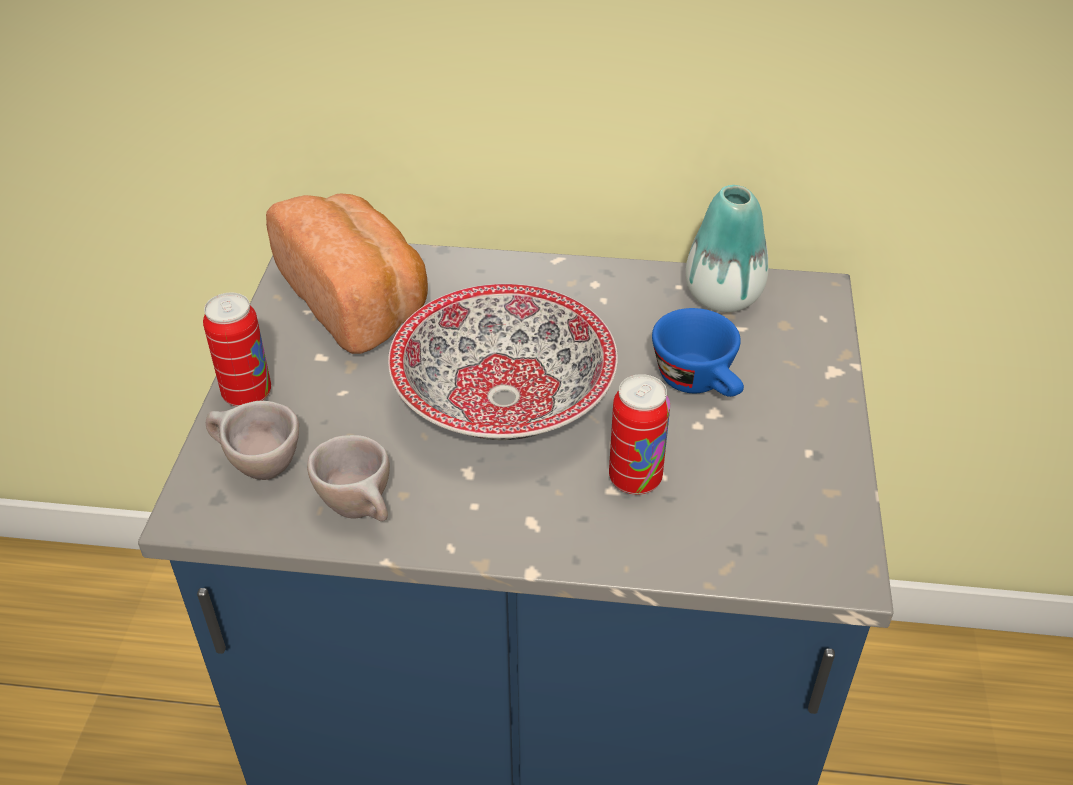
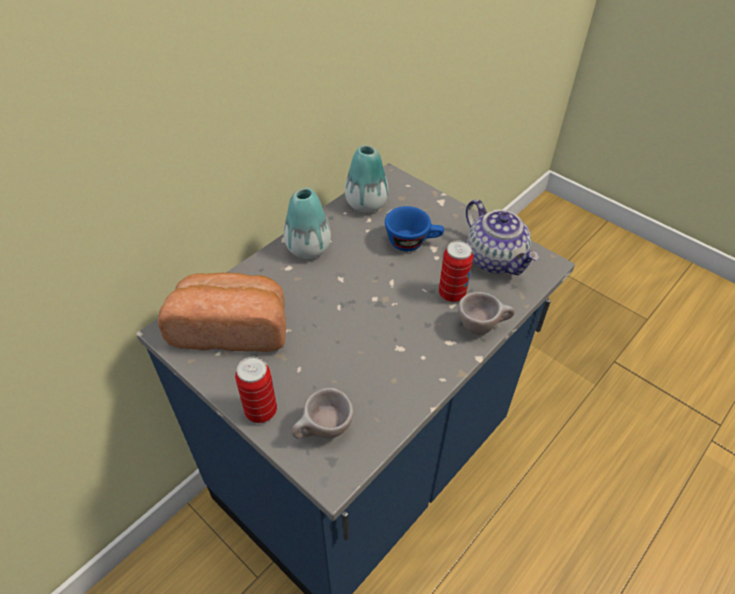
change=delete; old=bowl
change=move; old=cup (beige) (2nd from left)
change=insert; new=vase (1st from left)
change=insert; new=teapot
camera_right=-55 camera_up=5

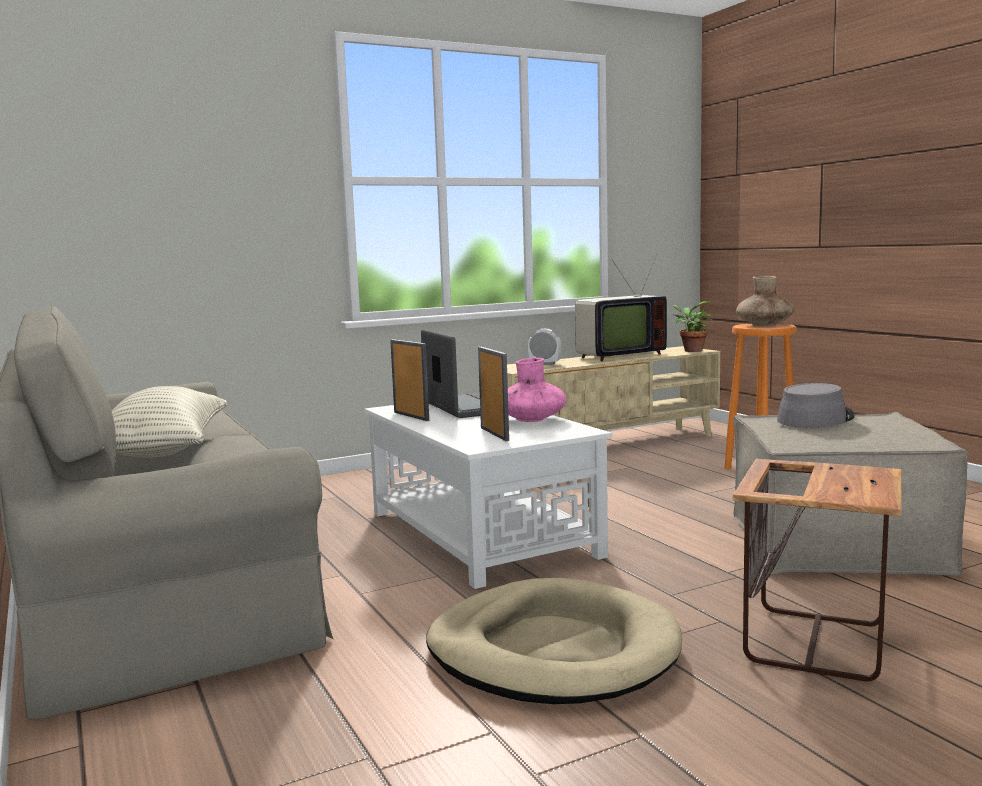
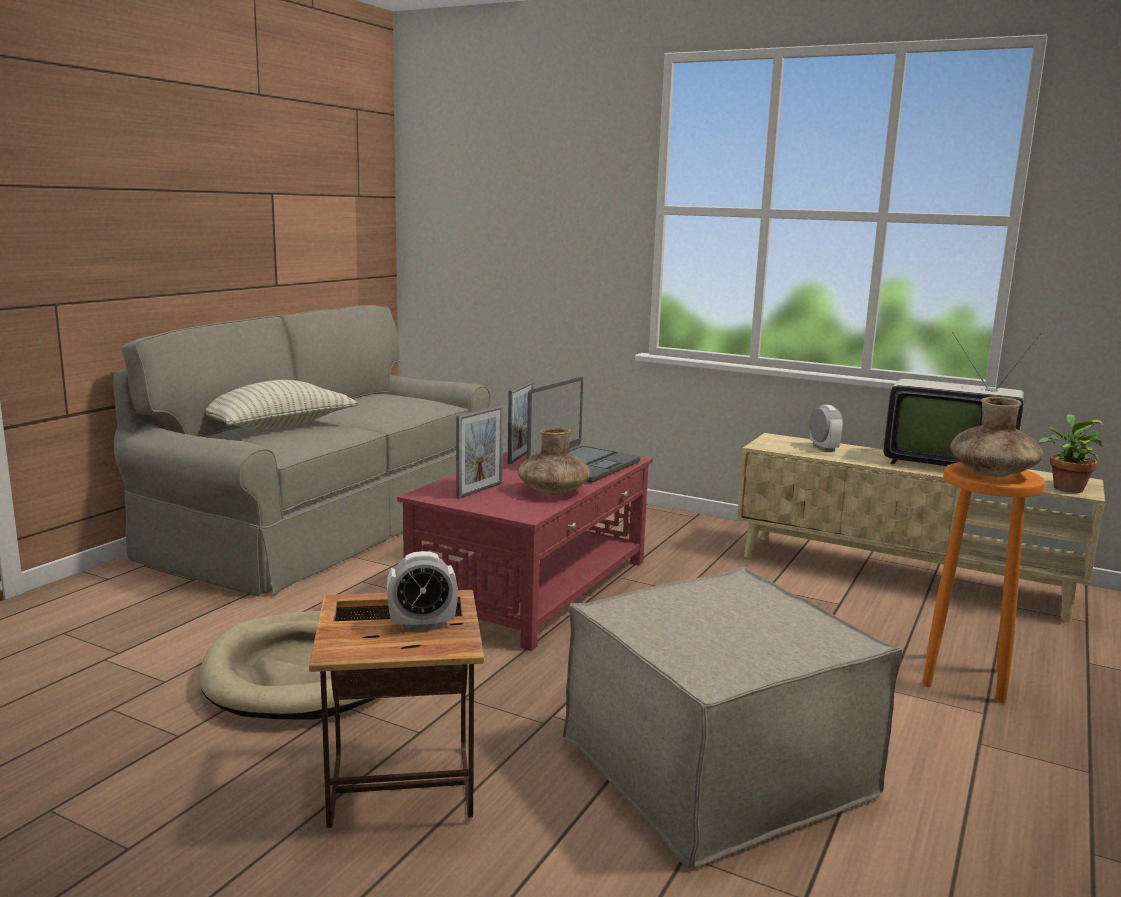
change=recolor; old=vase (pink); new=vase (brown) (1st from left)
change=delete; old=hat (grey)
change=recolor; old=coffee table (white); new=coffee table (red)
change=insert; new=alarm clock (1st from left)
camera_right=55 camera_up=5

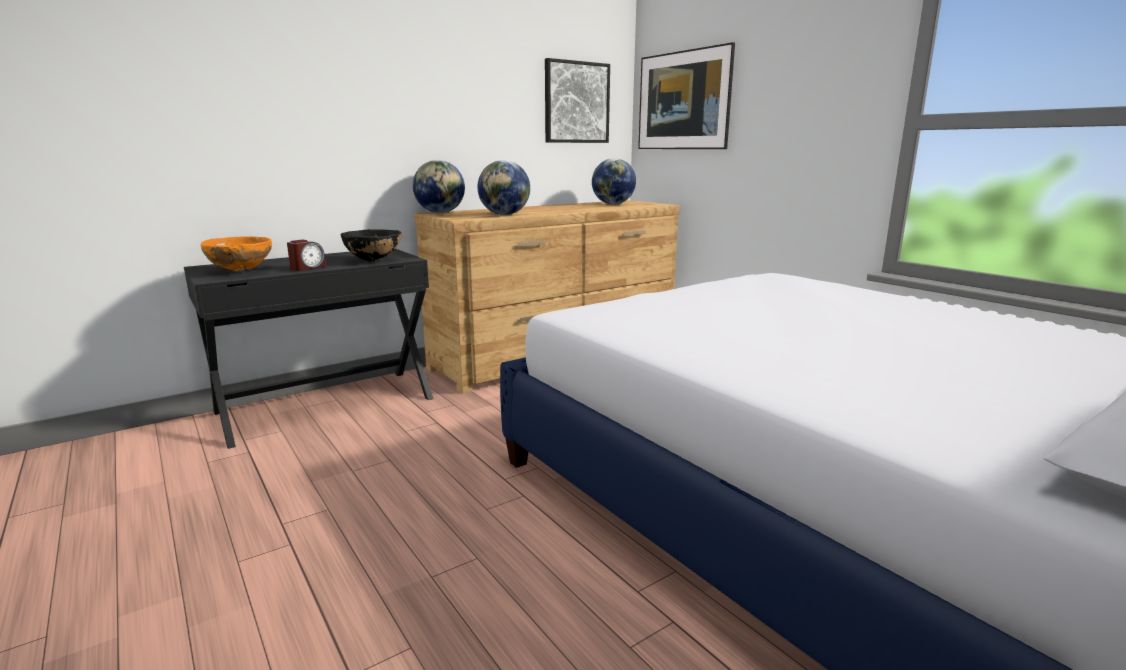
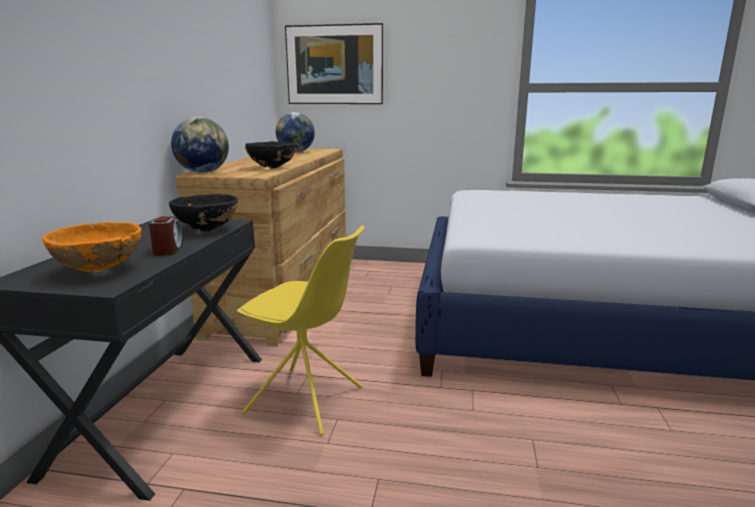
change=delete; old=picture (1st from left)
change=replace; old=globe (2nd from left); new=bowl (black) (2nd from left)
change=insert; new=chair (yellow)
camera_right=-45 camera_up=0

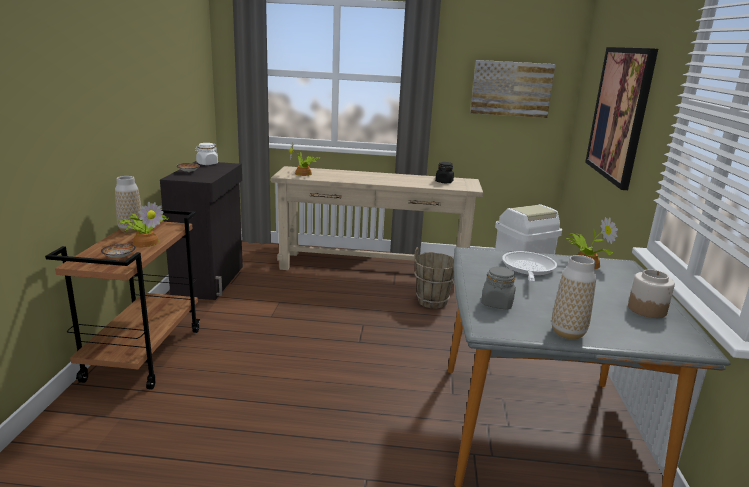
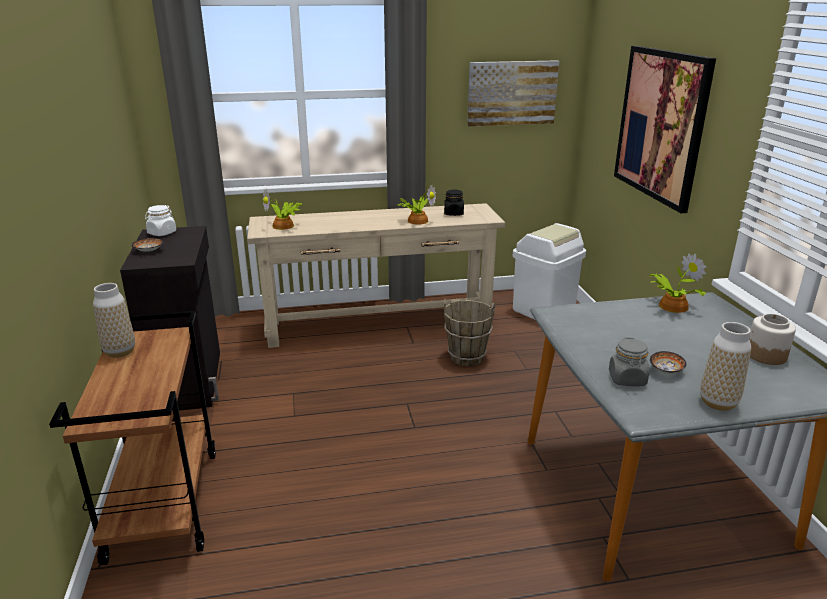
change=move; old=potted plant (1st from left in the first image); new=potted plant (2nd from left)
change=move; old=bowl (1st from left in the first image); new=bowl (2nd from left)
change=delete; old=frying pan
camera_right=-15 camera_up=5

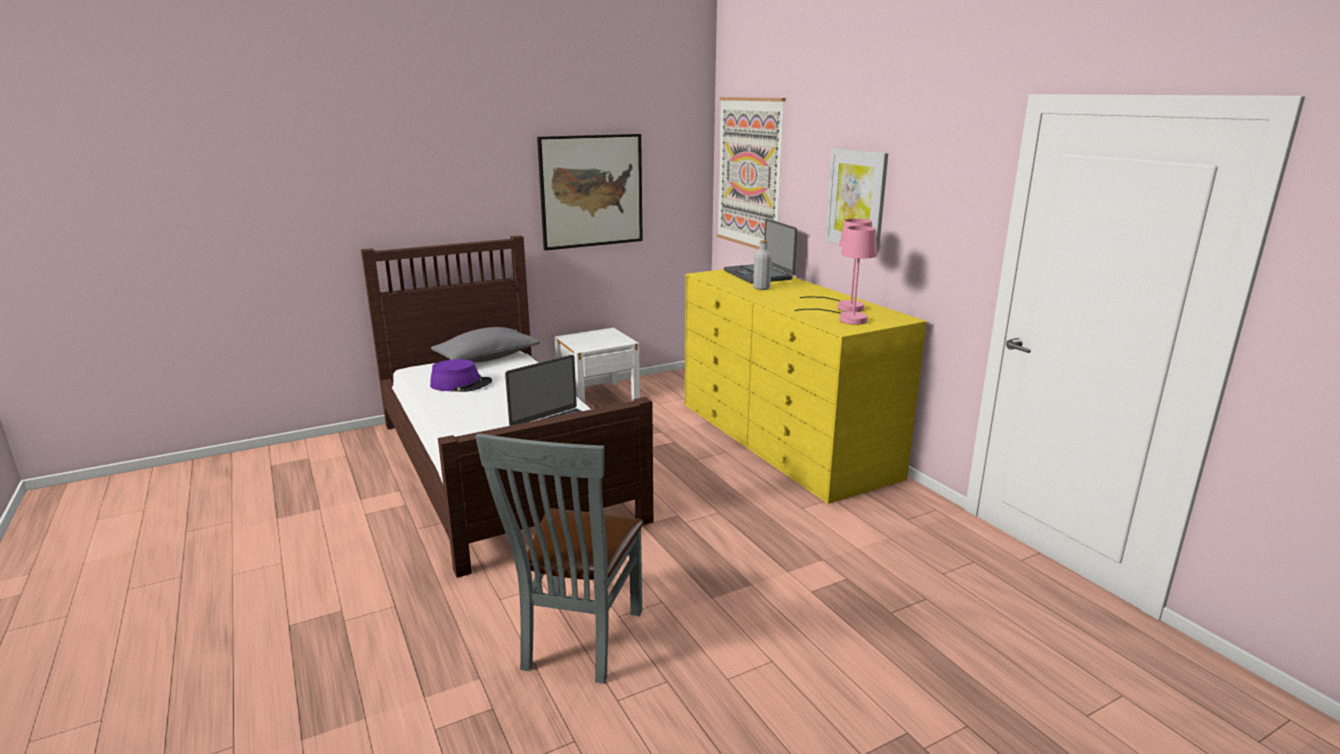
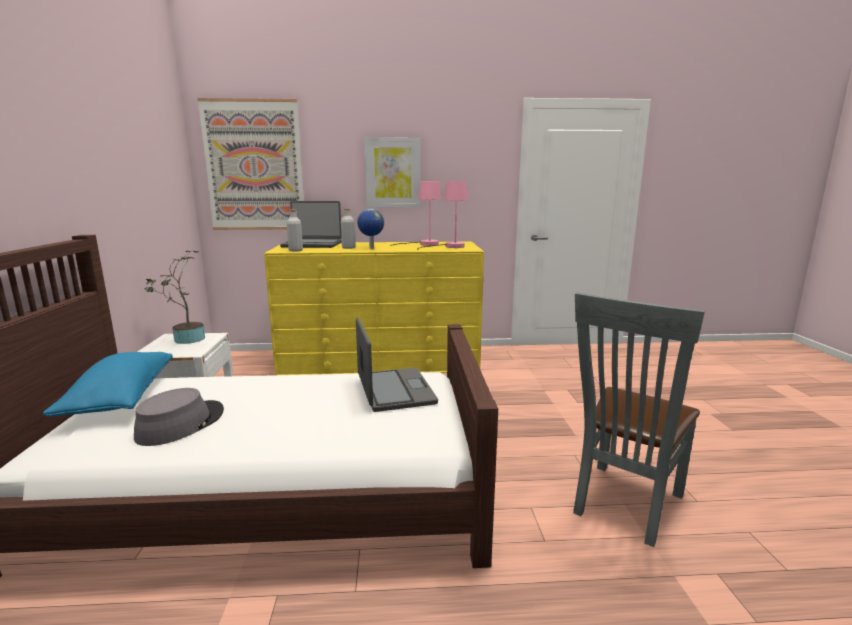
change=delete; old=picture (1st from left)
change=recolor; old=pillow (grey); new=pillow (blue)
change=recolor; old=hat (purple); new=hat (grey)
change=rotate; old=chair (grey); degrees=90
change=insert; new=globe
change=insert; new=bottle (grey) (1st from left)
change=insert; new=potted plant
camera_right=-65 camera_up=-5

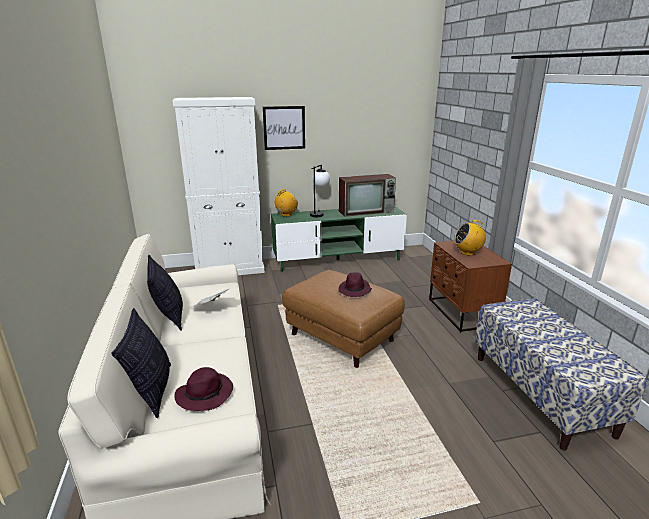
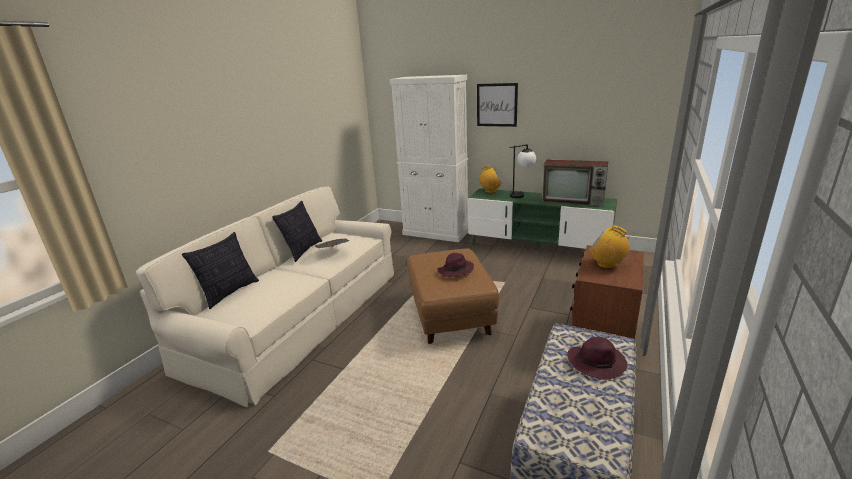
change=move; old=hat (purple) (1st from left in the first image); new=hat (purple) (2nd from left)
camera_right=40 camera_up=0

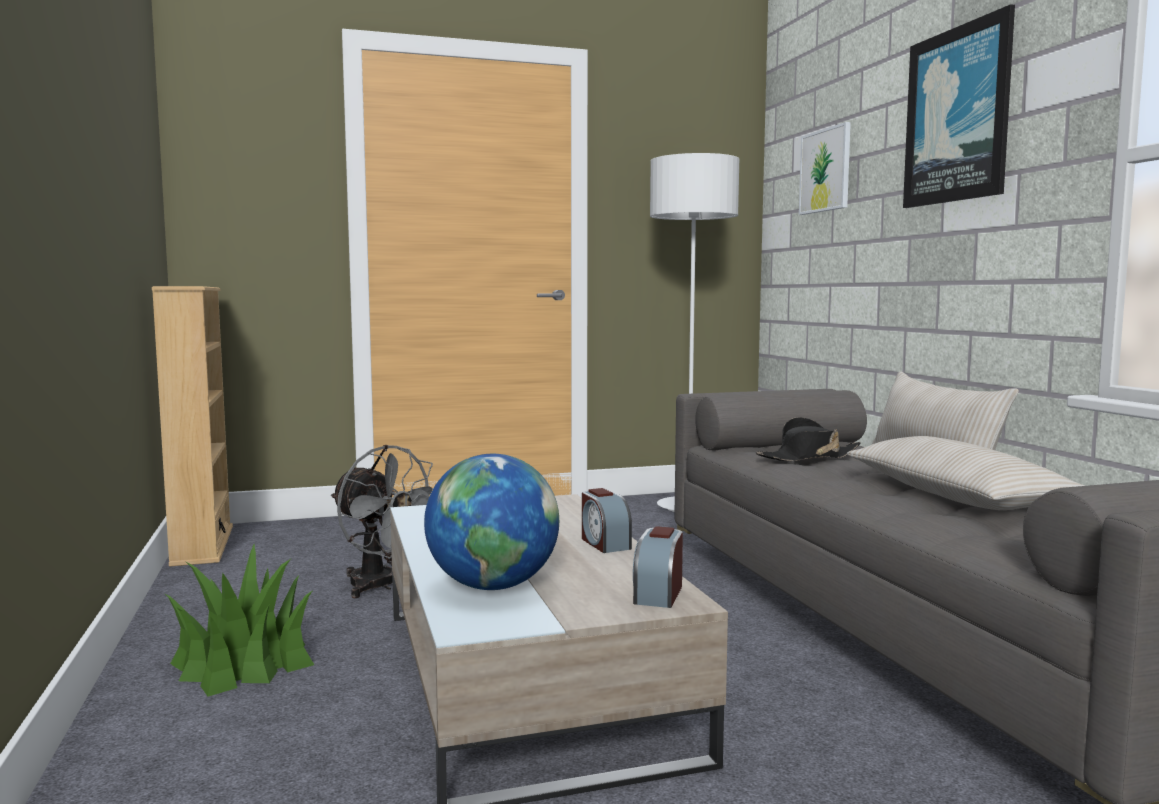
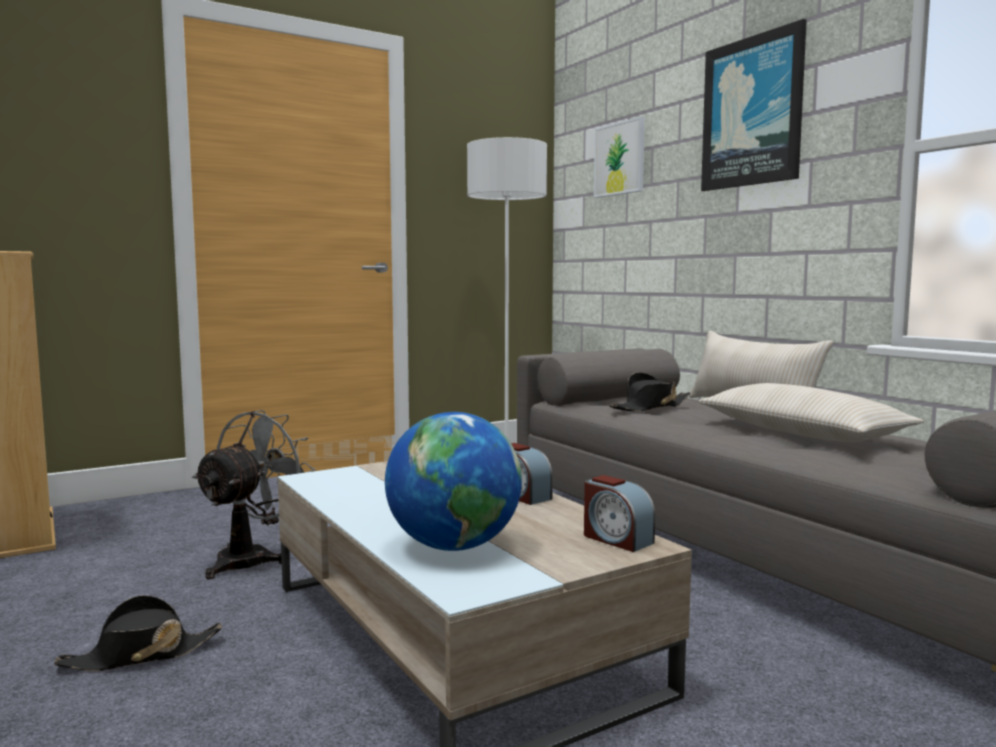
change=rotate; old=fan (grey); degrees=-90
change=rotate; old=alarm clock (2nd from left); degrees=-45
change=replace; old=potted plant; new=hat (black) (1st from left)
camera_right=-15 camera_up=0

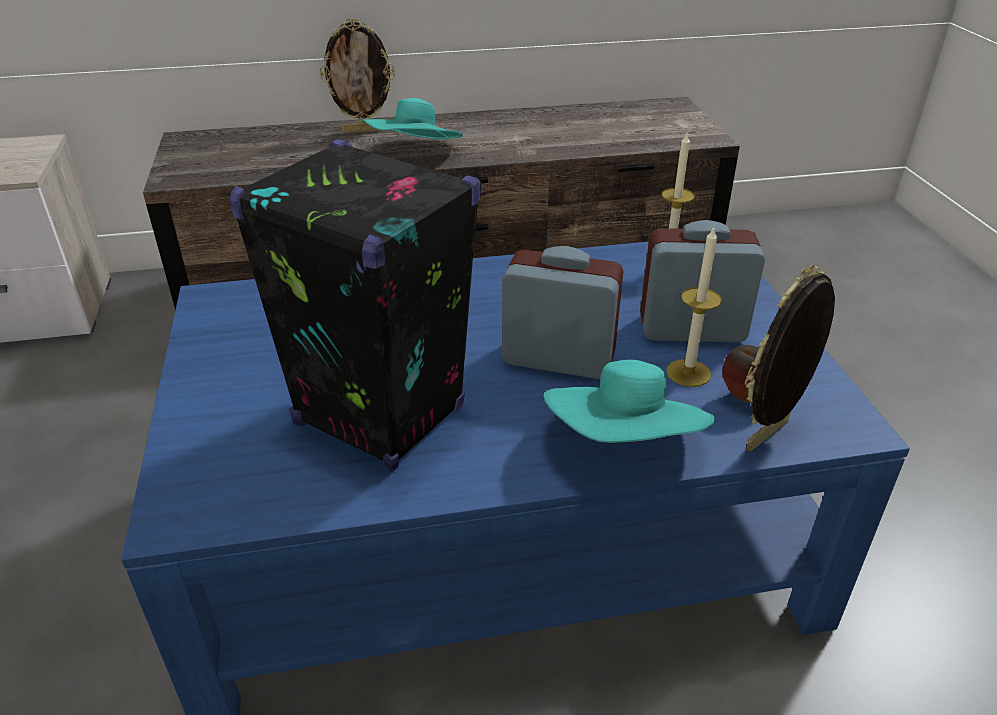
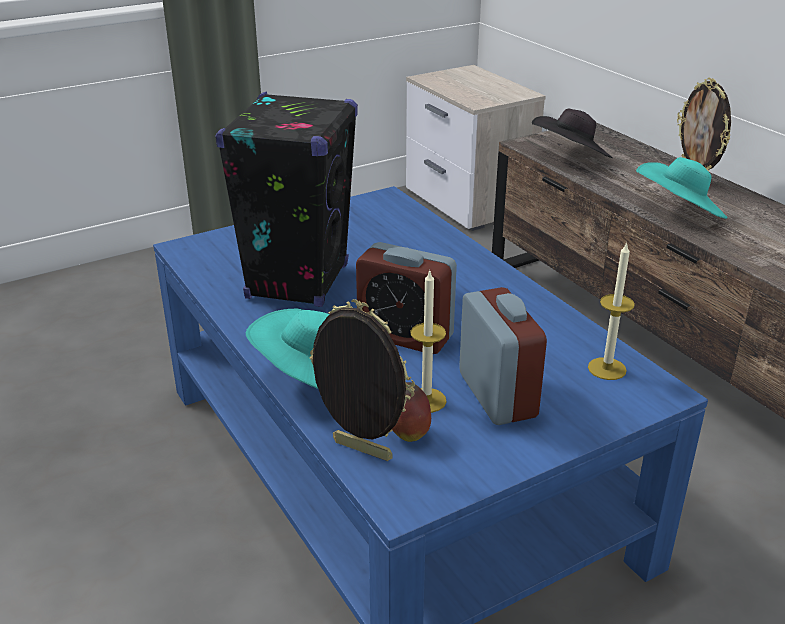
change=rotate; old=alarm clock (1st from left); degrees=120
change=insert; new=hat (black)
camera_right=70 camera_up=-5

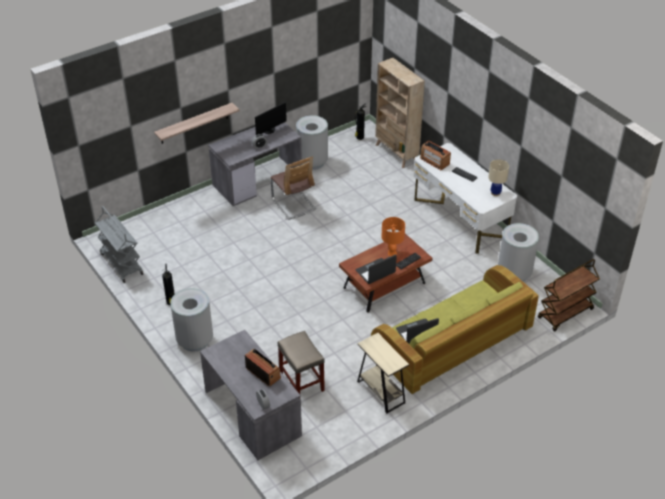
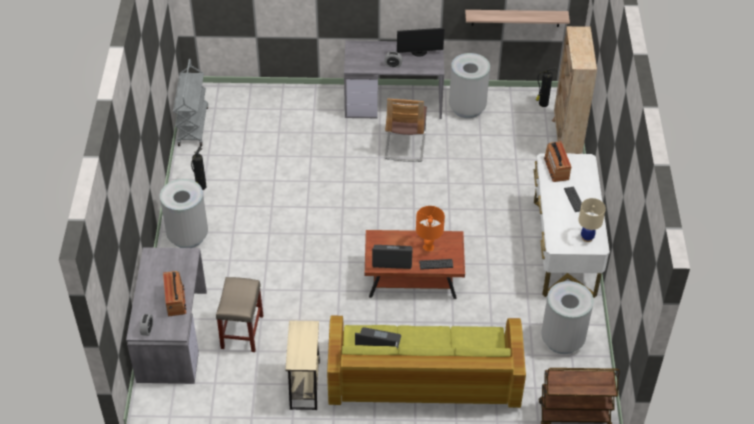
change=move; old=shelf
camera_right=35 camera_up=5

